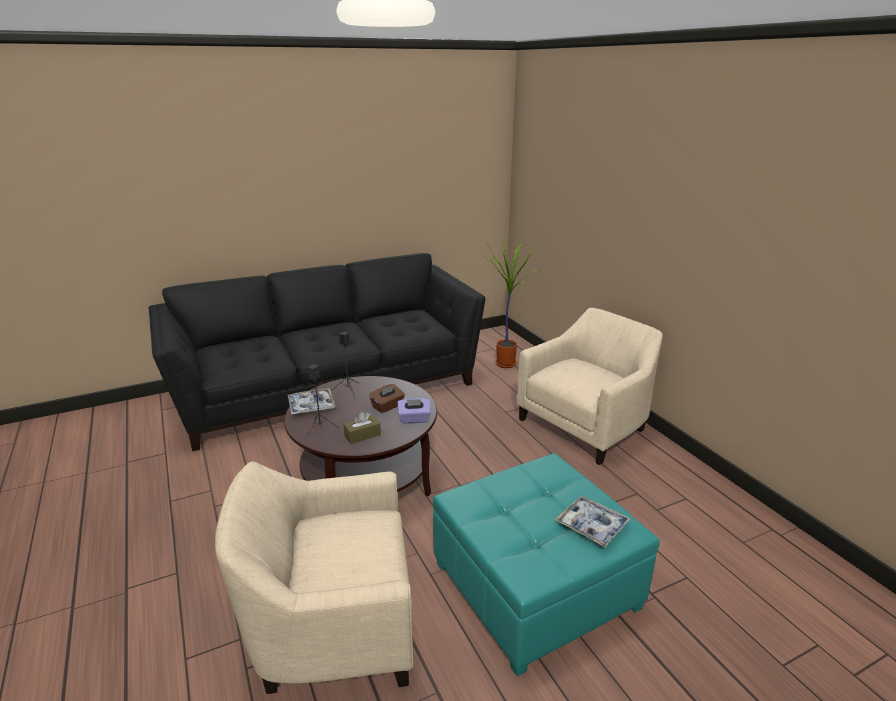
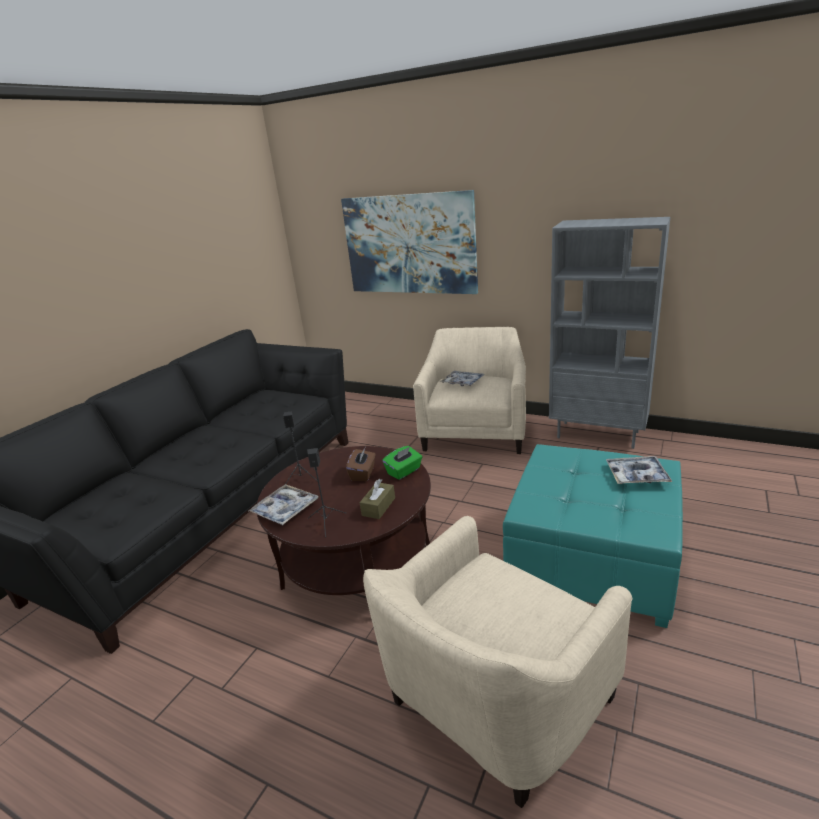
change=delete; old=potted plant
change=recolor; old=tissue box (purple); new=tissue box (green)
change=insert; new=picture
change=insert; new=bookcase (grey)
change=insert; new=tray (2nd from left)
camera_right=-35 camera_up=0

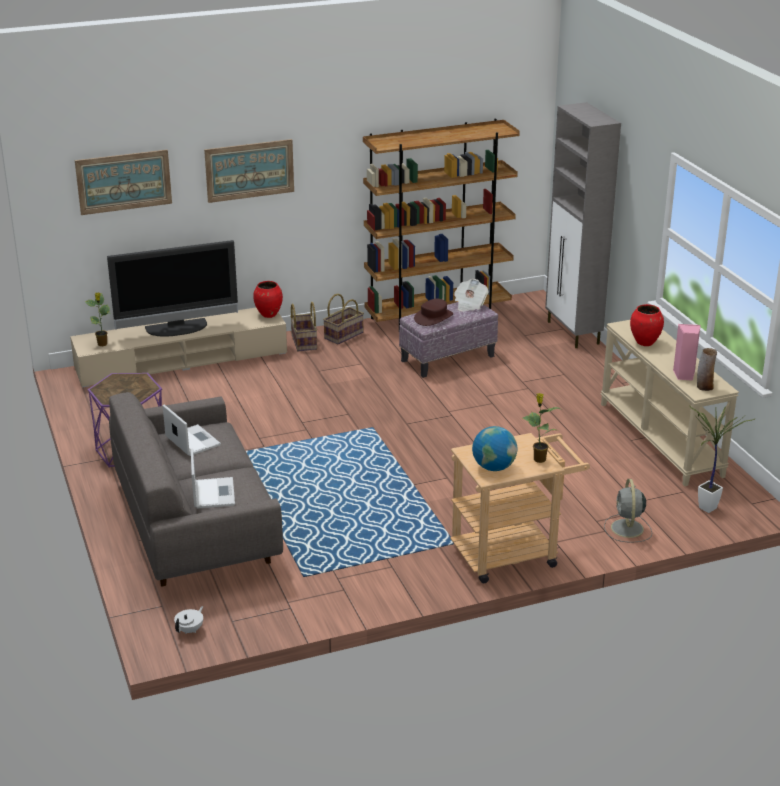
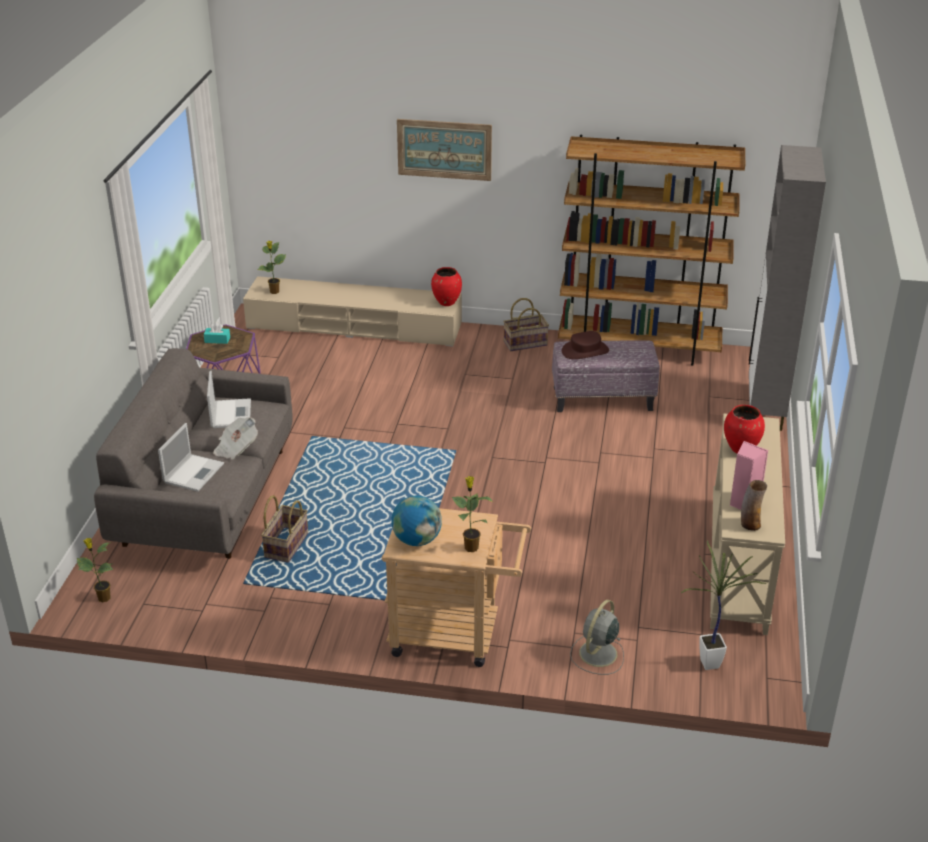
change=delete; old=picture (1st from left)
change=delete; old=television
change=move; old=newspaper
change=move; old=basket (1st from left)
change=replace; old=teapot (white); new=potted plant (1st from left)
change=insert; new=tissue box (turquoise)
camera_right=30 camera_up=5

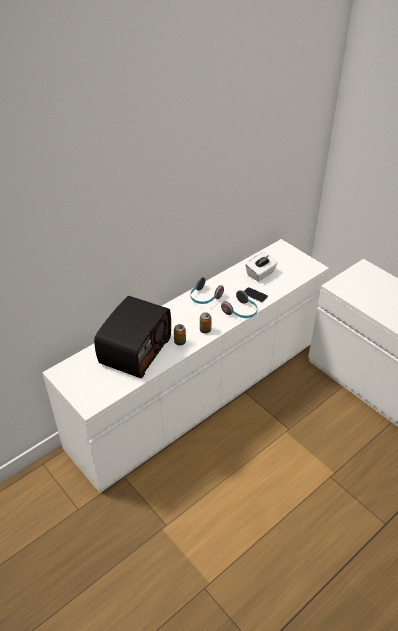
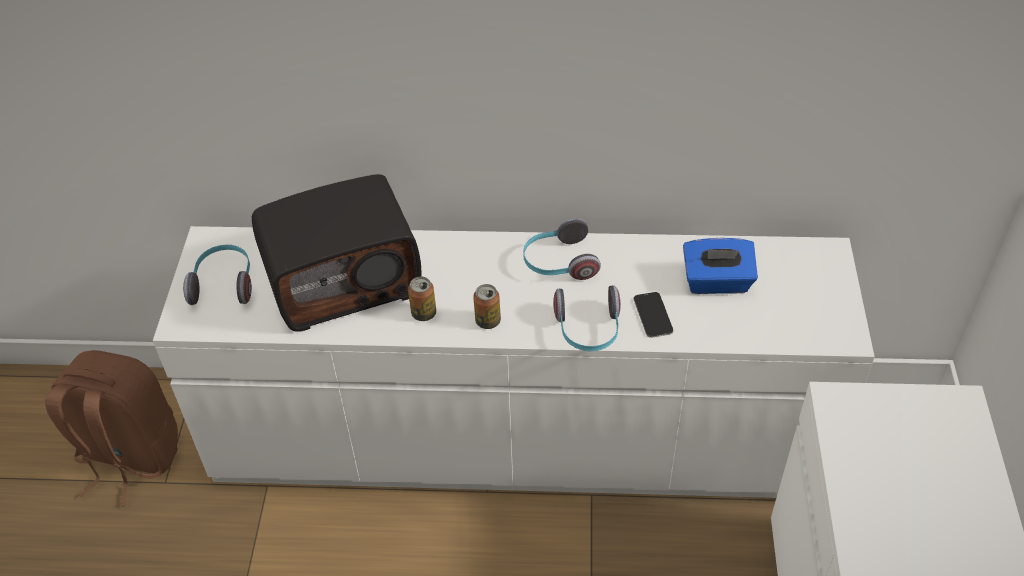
change=recolor; old=tissue box (white); new=tissue box (blue)
change=insert; new=headphones (1st from left)
change=insert; new=backpack (brown)
camera_right=45 camera_up=5

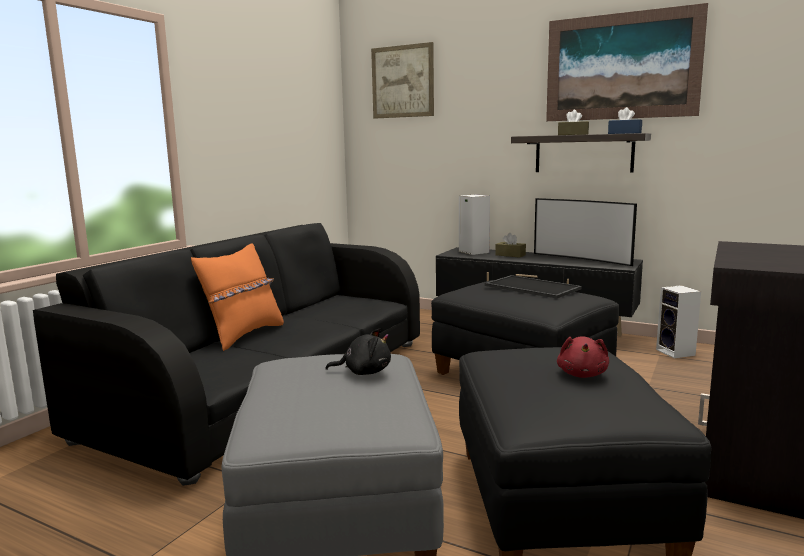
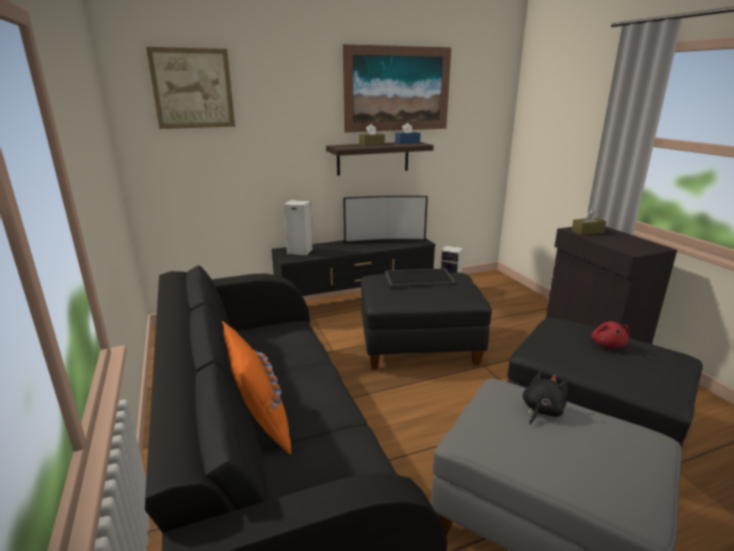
change=move; old=tissue box (brown) (1st from left in the first image); new=tissue box (brown) (2nd from left)
change=rotate; old=plush toy (red); degrees=45
camera_right=-50 camera_up=10

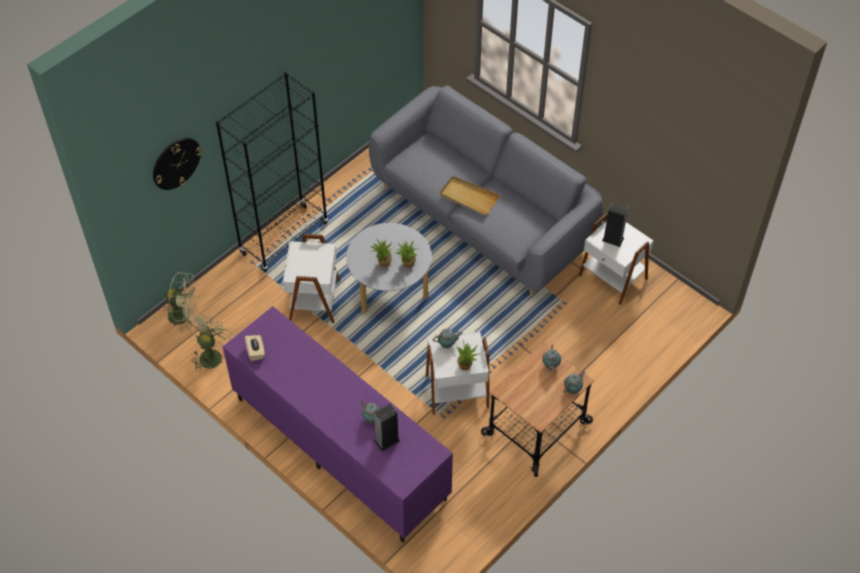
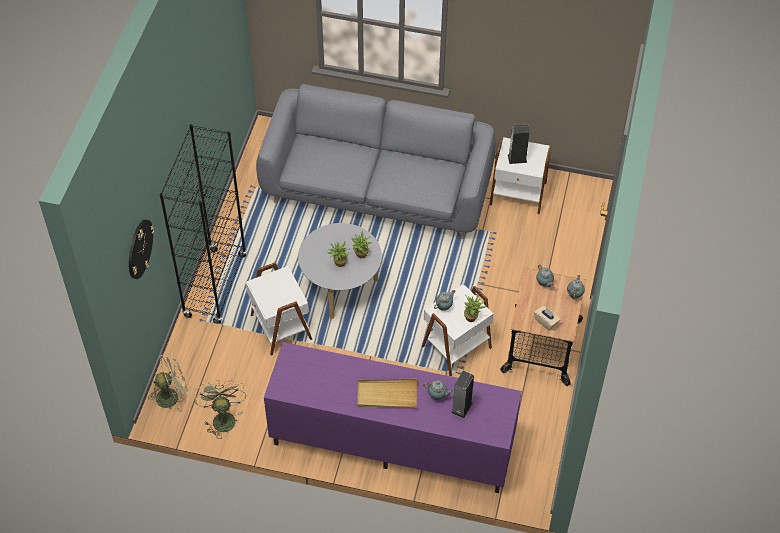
change=move; old=tray (beige)
change=move; old=tissue box (beige)
camera_right=-30 camera_up=0

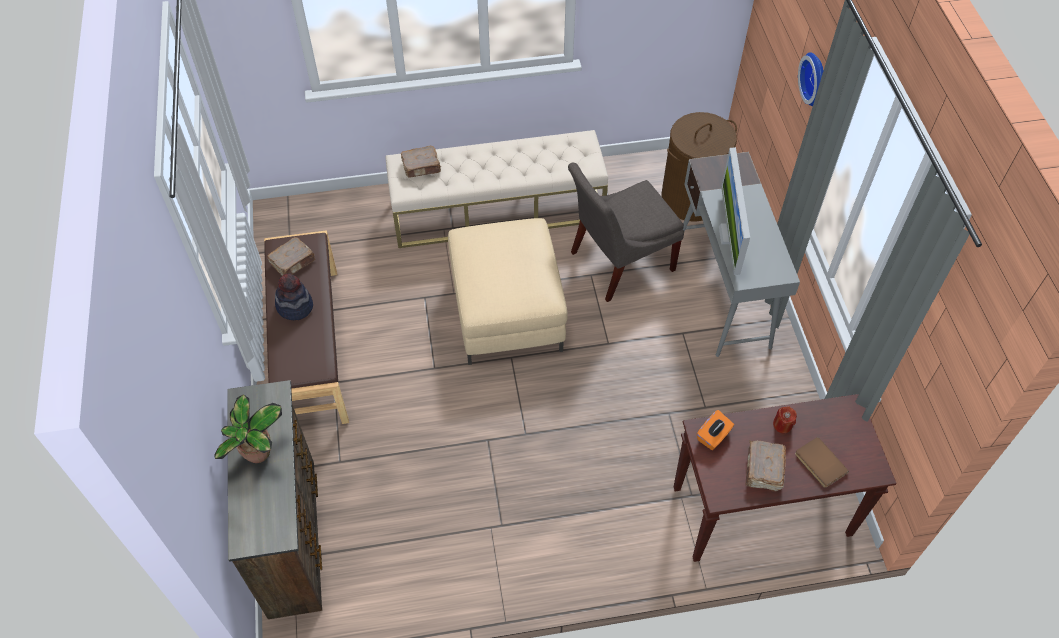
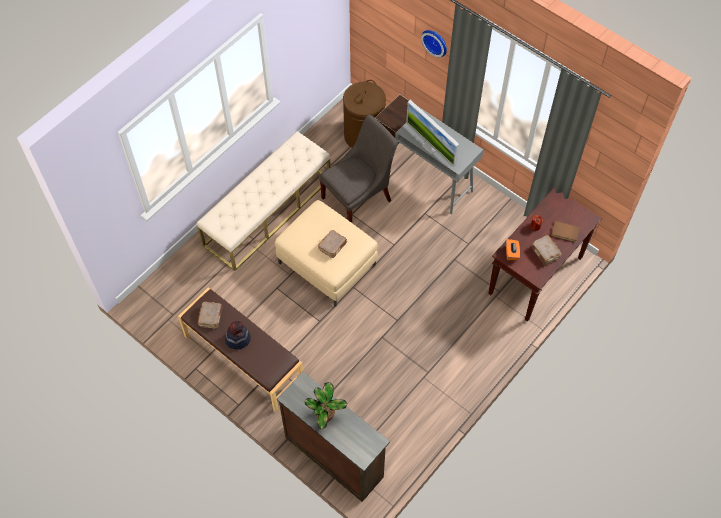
change=move; old=book (brown) (2nd from left)
change=rotate; old=chair (grey); degrees=-150
camera_right=-40 camera_up=5

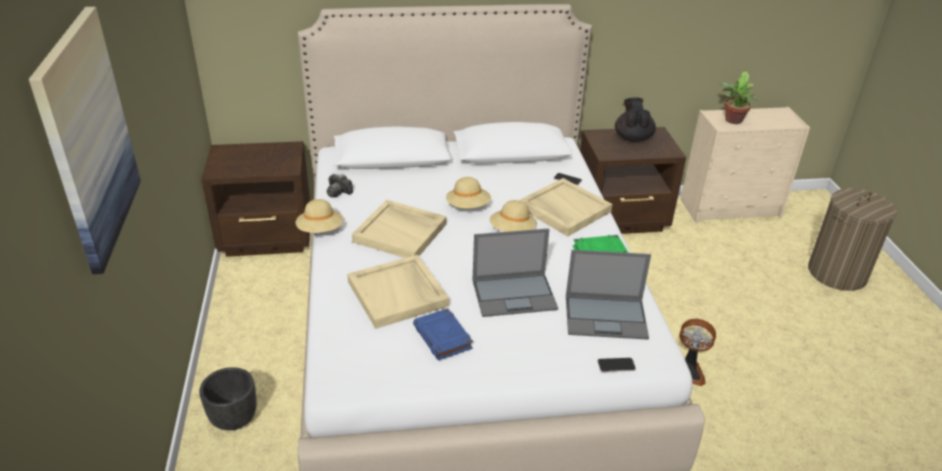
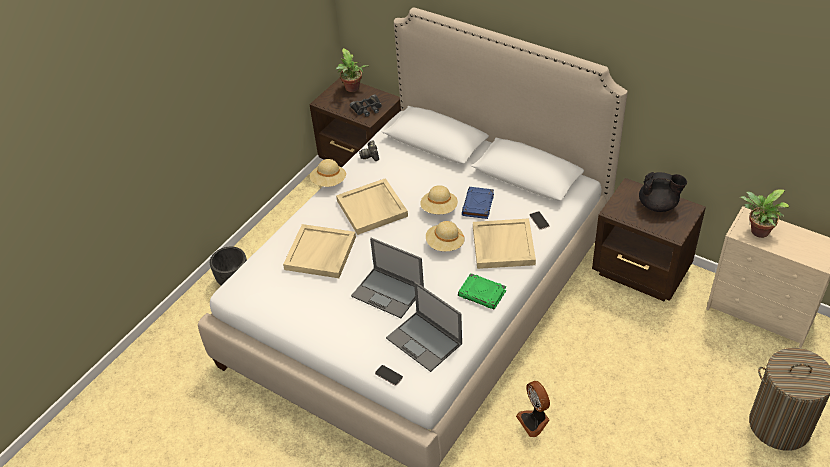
change=delete; old=picture
change=rotate; old=teapot (black); degrees=60
change=move; old=book (blue)
change=insert; new=potted plant (1st from left)
change=insert; new=binoculars (black)
camera_right=45 camera_up=10

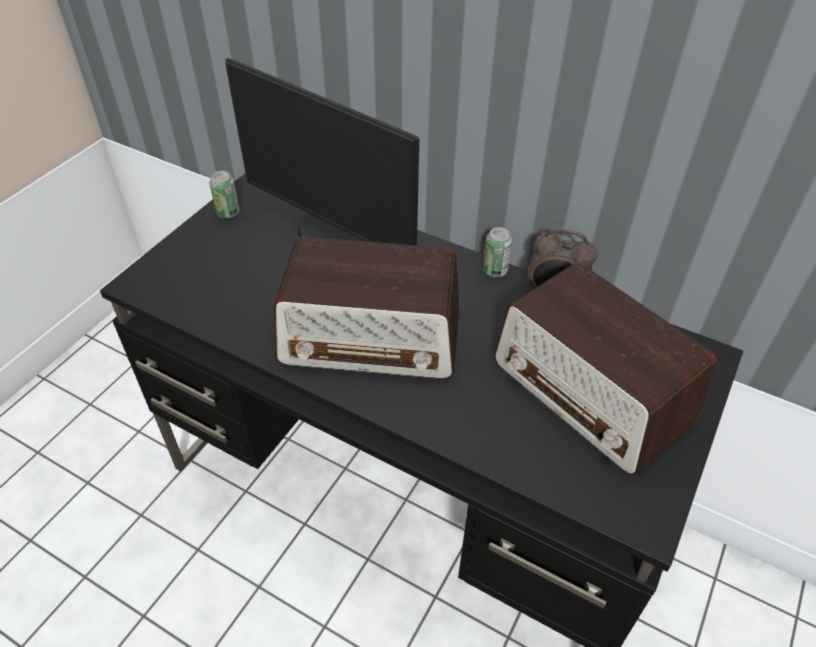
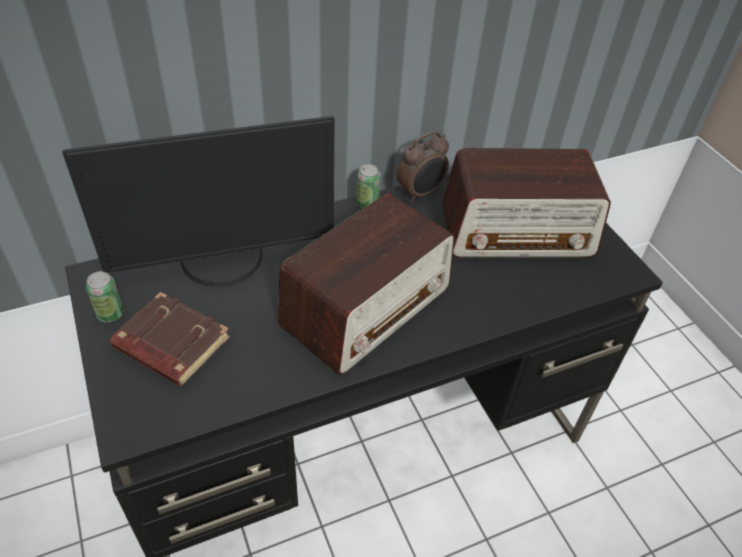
change=insert; new=book (brown)
camera_right=-55 camera_up=0

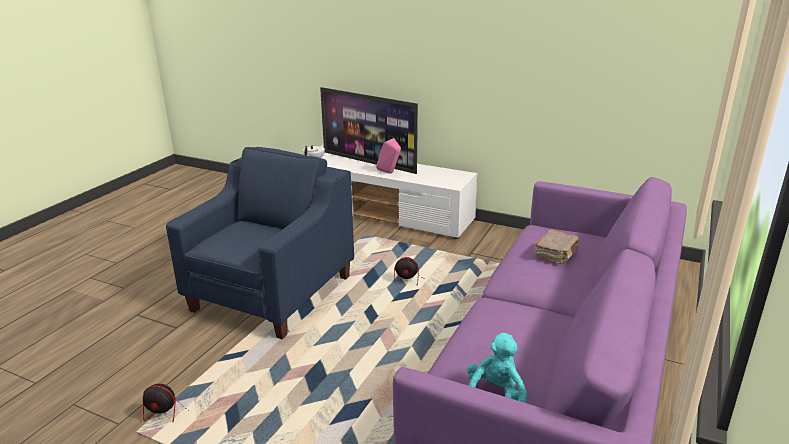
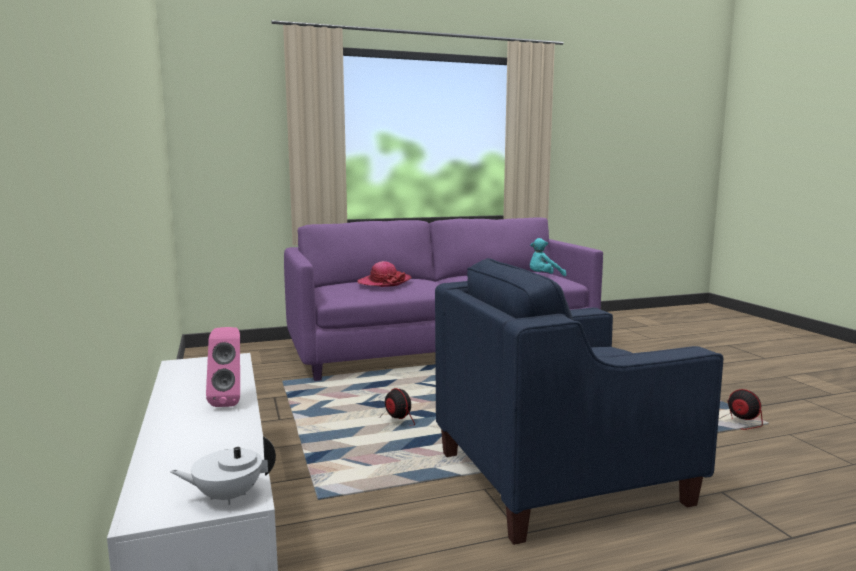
change=delete; old=television
change=replace; old=book (brown); new=hat
camera_right=-135 camera_up=-15

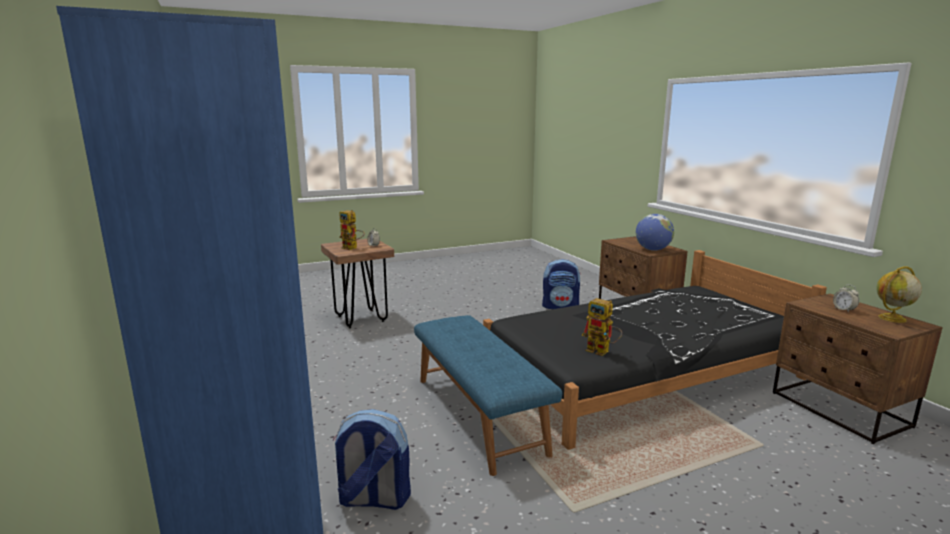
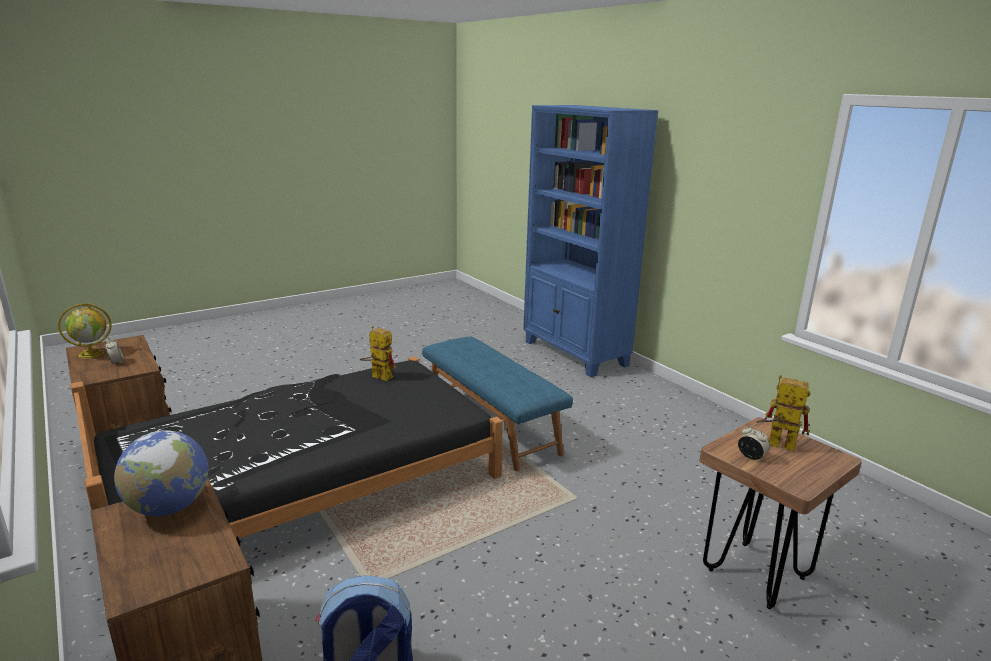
change=delete; old=backpack (1st from left)
camera_right=170 camera_up=5

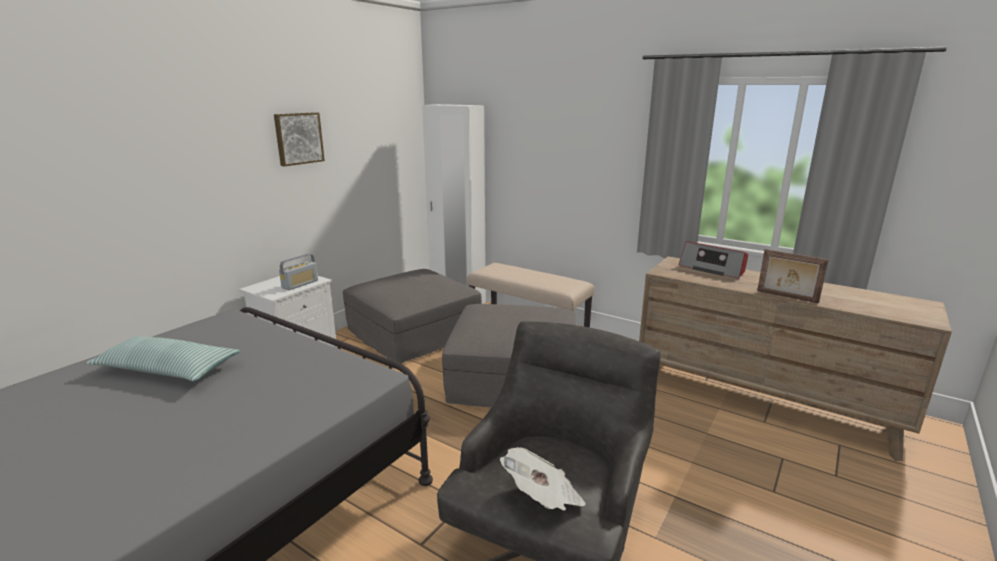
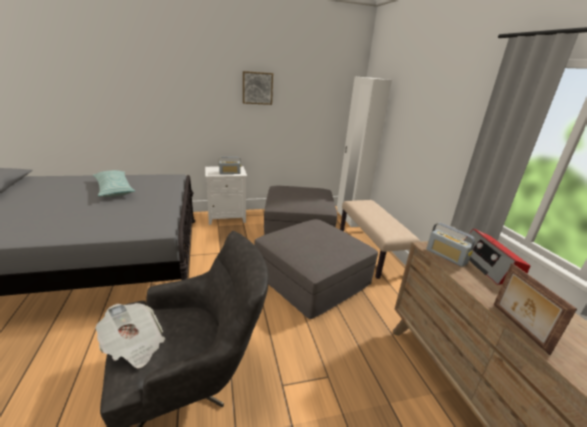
change=insert; new=radio (2nd from left)
camera_right=40 camera_up=5

